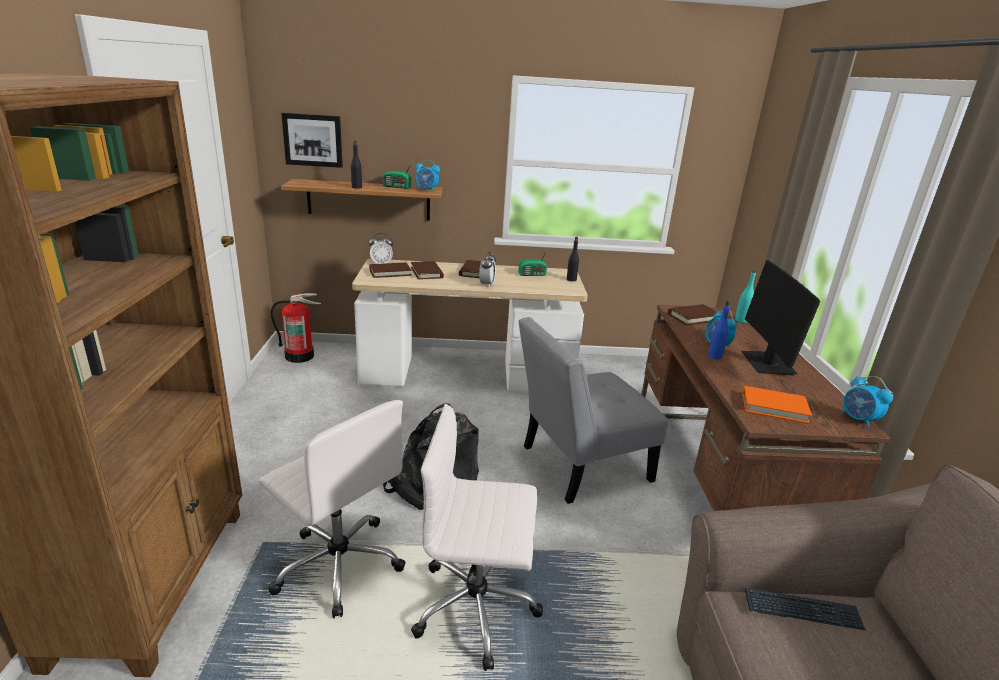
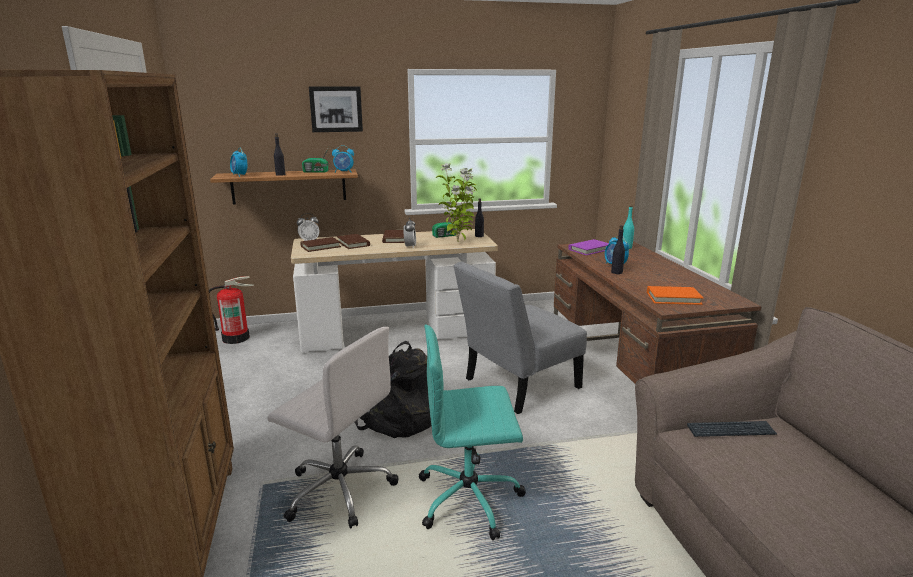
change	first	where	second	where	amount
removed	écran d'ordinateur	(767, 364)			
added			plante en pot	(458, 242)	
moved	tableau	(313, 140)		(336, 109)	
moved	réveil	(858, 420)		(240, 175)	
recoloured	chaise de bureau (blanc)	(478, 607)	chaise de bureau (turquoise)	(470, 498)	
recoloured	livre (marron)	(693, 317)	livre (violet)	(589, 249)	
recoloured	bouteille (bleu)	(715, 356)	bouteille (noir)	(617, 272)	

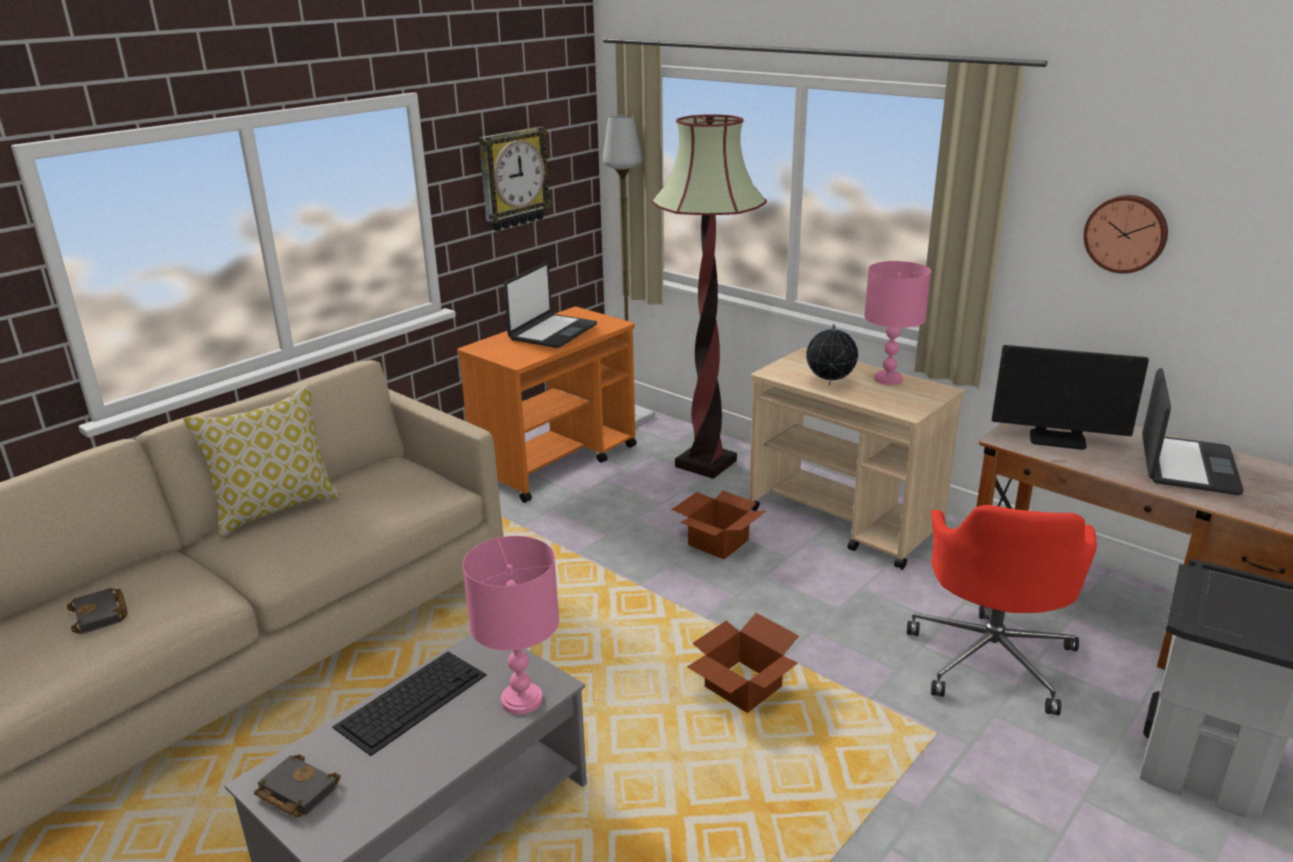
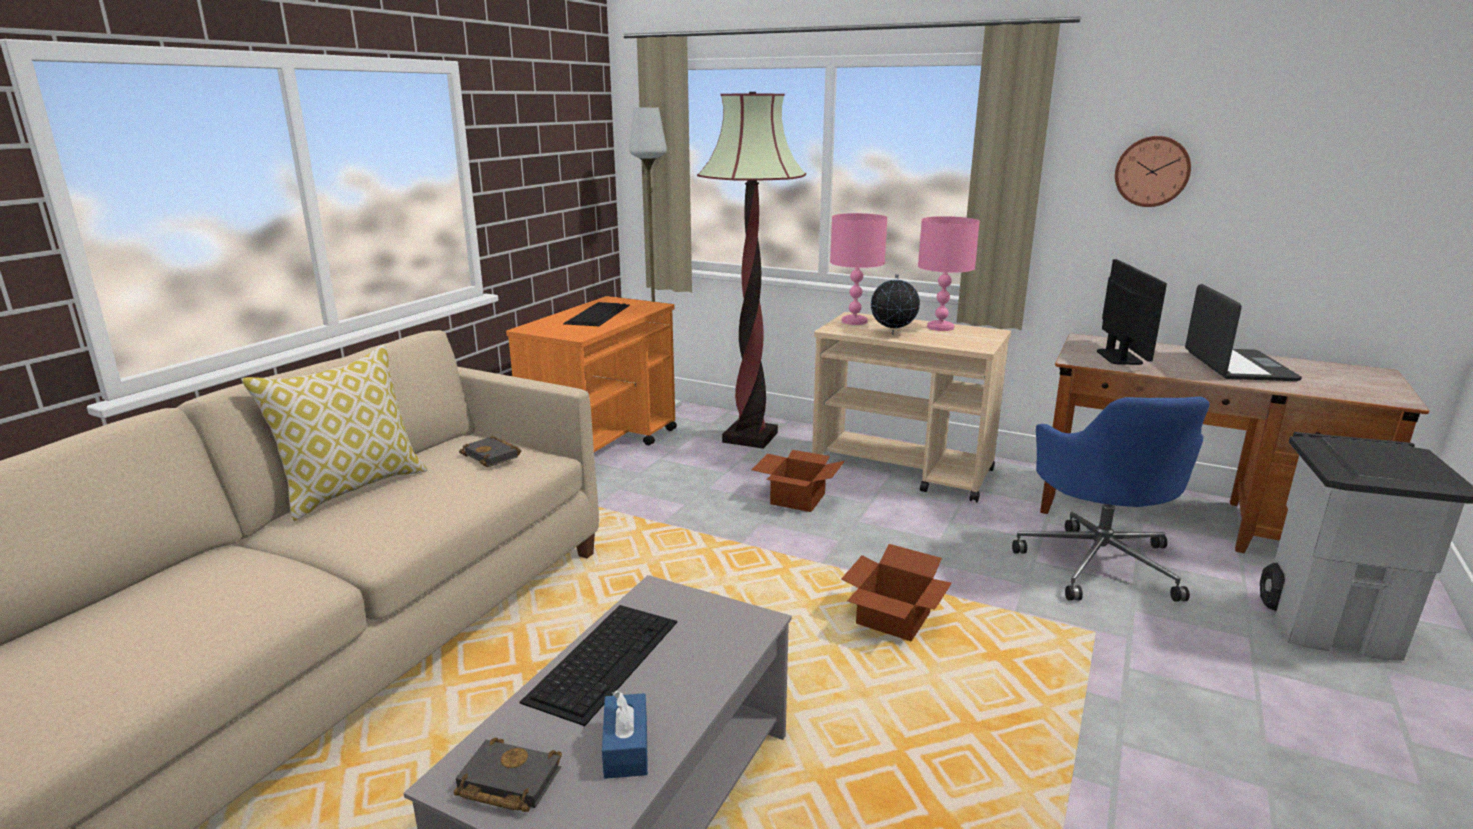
change	first	where	second	where	amount
removed	horloge murale	(513, 178)			
added			boîte à mouchoirs (bleu)	(626, 748)	
moved	livre (noir)	(101, 615)		(493, 456)	
moved	lampe de table (rose)	(521, 699)		(853, 321)	
replaced	ordinateur portable	(552, 332)	clavier	(597, 314)	
recoloured	chaise de bureau (rouge)	(992, 658)	chaise de bureau (bleu)	(1099, 563)	
turned	écran d'ordinateur	(1057, 439)		(1118, 357)	90 degrees counterclockwise

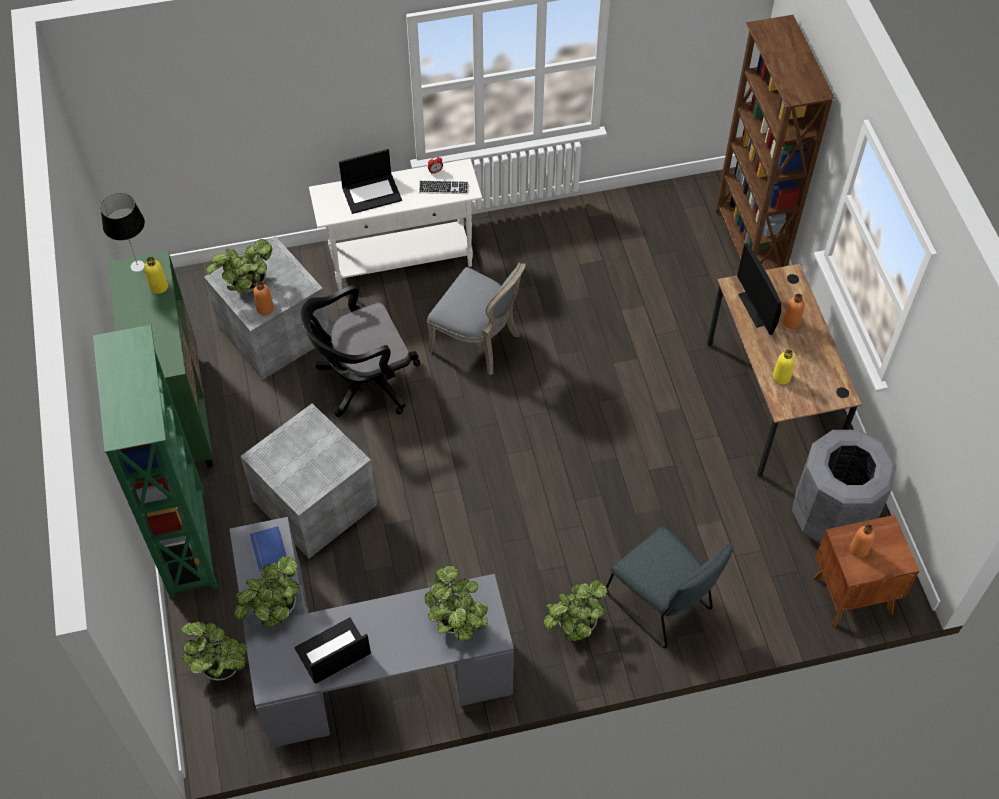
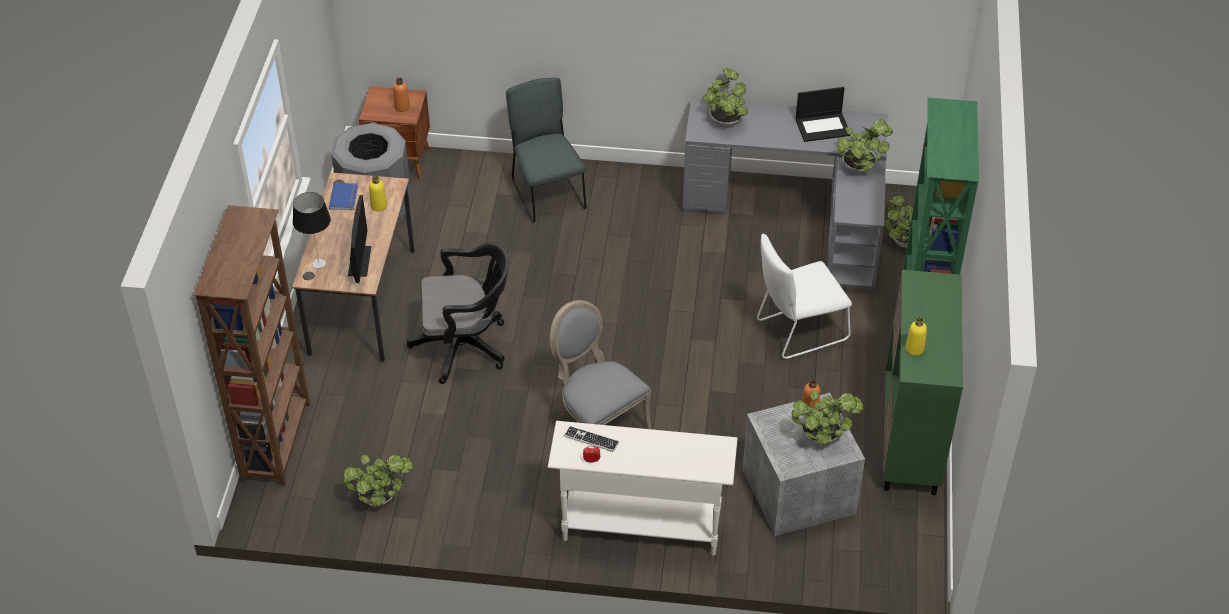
change	first	where	second	where	amount
removed	ordinateur portable	(372, 193)			
removed	bouteille (orange)	(791, 321)			
moved	lampe de table	(137, 266)		(319, 263)	
moved	livre (bleu)	(267, 550)		(345, 197)	
moved	chaise de bureau (noir)	(363, 382)		(466, 346)	
moved	plante en pot	(574, 625)		(381, 498)	
replaced	boîte de rangement (gris)	(317, 503)	chaise (blanc)	(798, 331)	

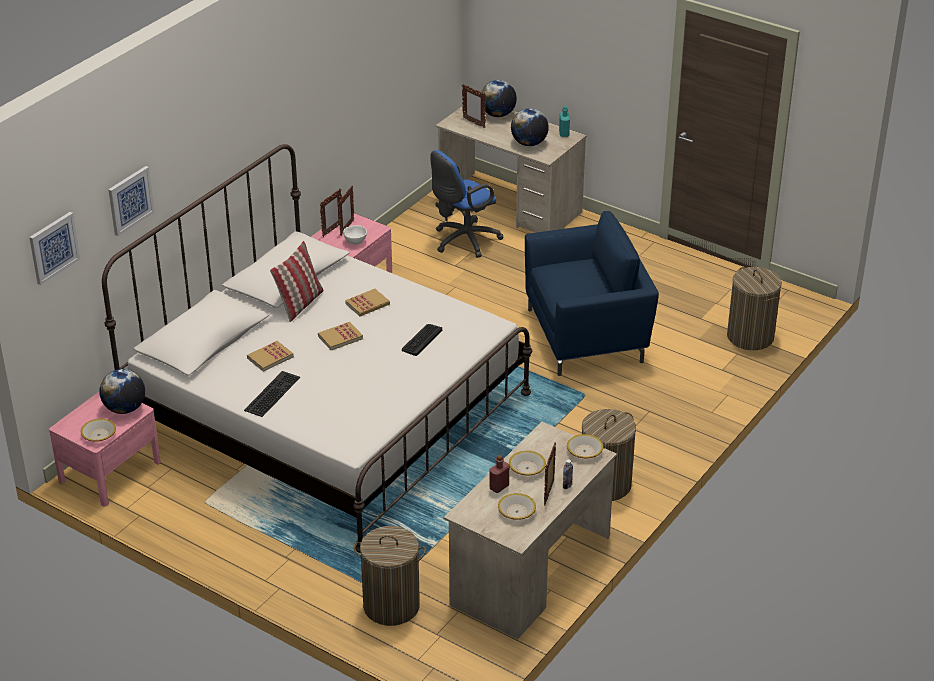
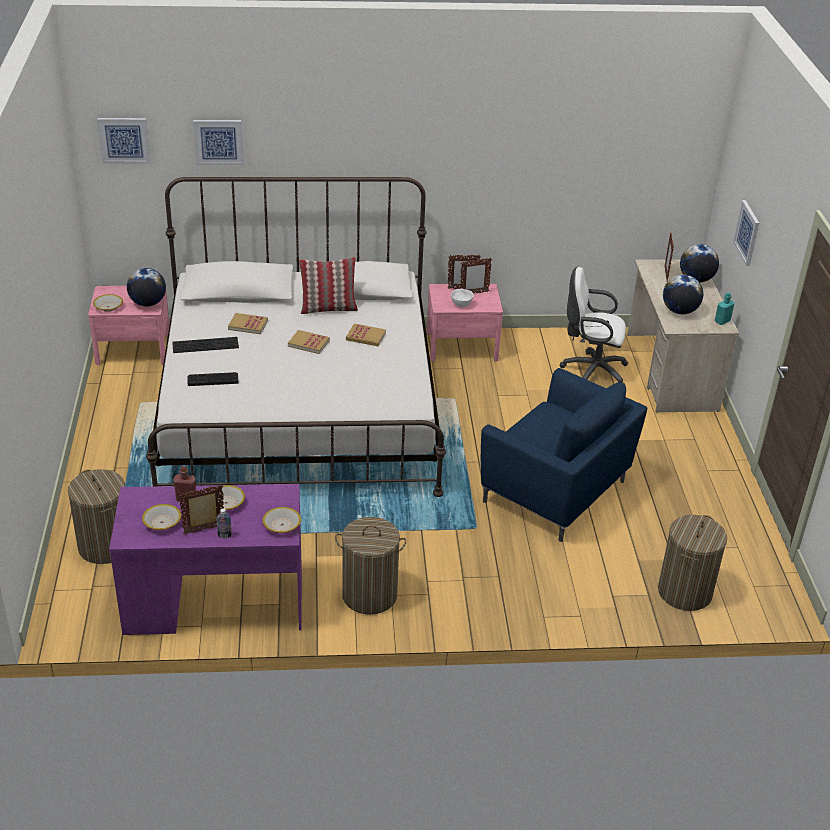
change	first	where	second	where	amount
added			tableau	(747, 232)	
moved	clavier	(421, 340)		(213, 379)	
recoloured	chaise de bureau (bleu)	(463, 241)	chaise de bureau (blanc)	(591, 371)	
recoloured	bureau (beige)	(530, 571)	bureau (violet)	(214, 603)	

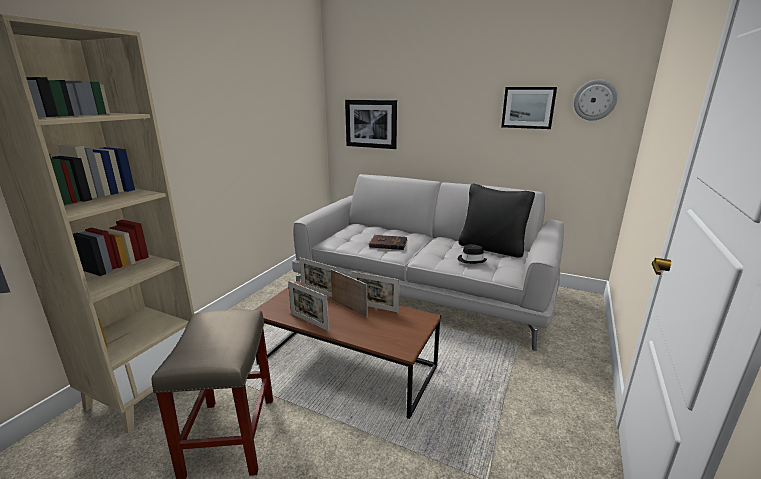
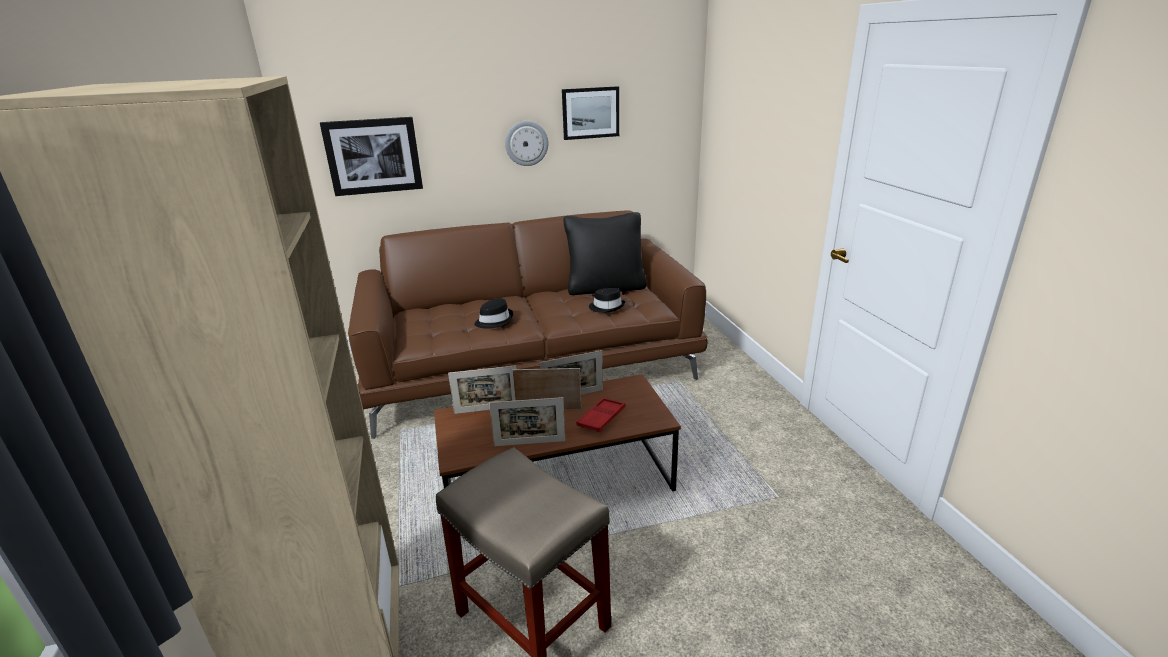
change	first	where	second	where	amount
added			plateau (rouge)	(601, 418)	
moved	horloge murale	(595, 100)		(526, 143)	
replaced	livre (marron)	(388, 244)	chapeau (noir)	(494, 320)	
recoloured	canapé (gris)	(425, 289)	canapé (marron)	(532, 365)	

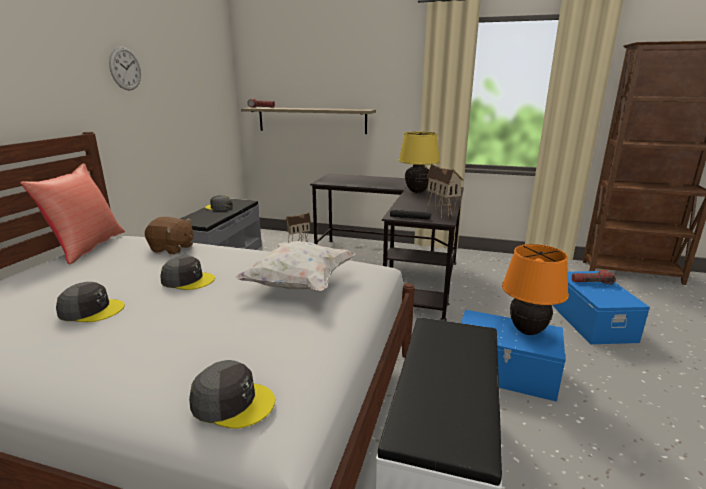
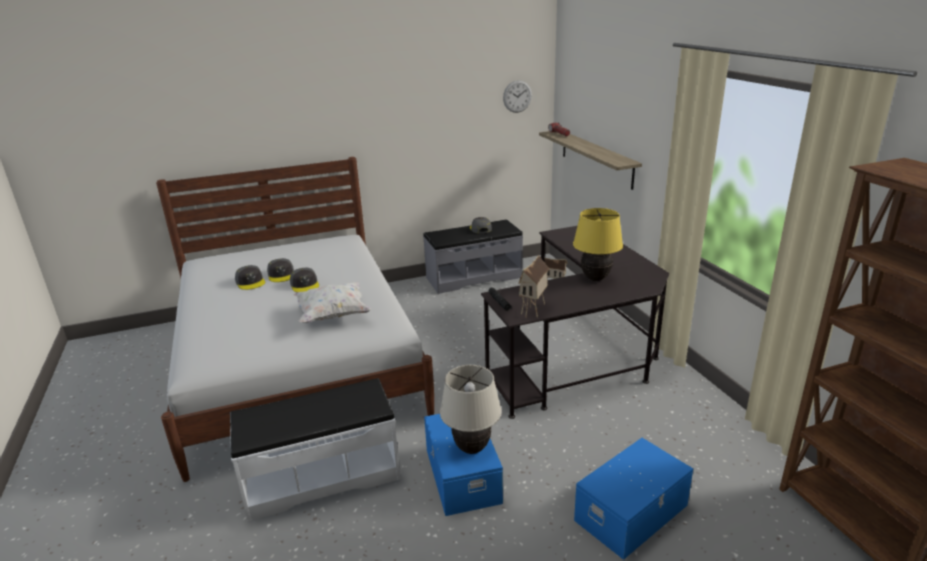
change	first	where	second	where	amount
removed	coussin (rouge)	(87, 246)			
removed	peluche (marron)	(172, 249)			
removed	lampe de poche	(592, 282)			
moved	horloge murale	(125, 68)		(517, 96)	
moved	casquette (gris)	(232, 402)		(281, 275)	
recoloured	lampe de table (orange)	(527, 331)	lampe de table (beige)	(472, 448)	

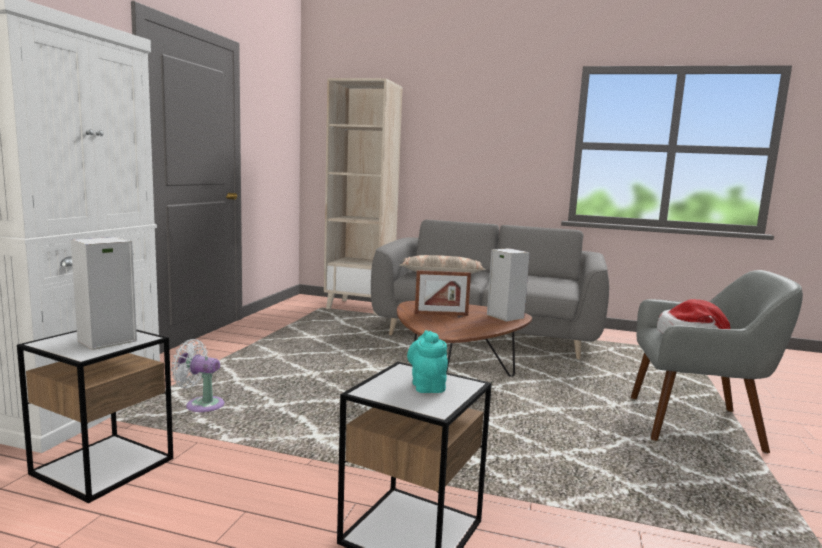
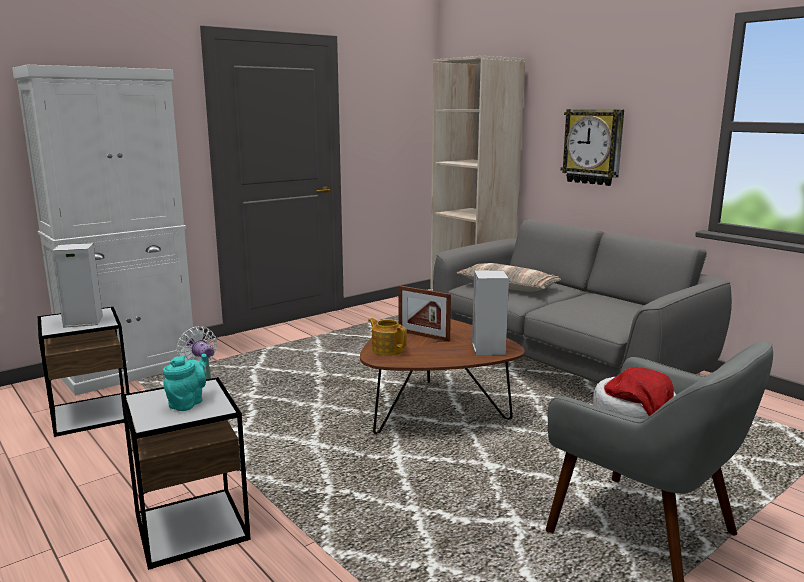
change	first	where	second	where	amount
added			théière	(387, 349)	
added			horloge murale	(593, 146)	

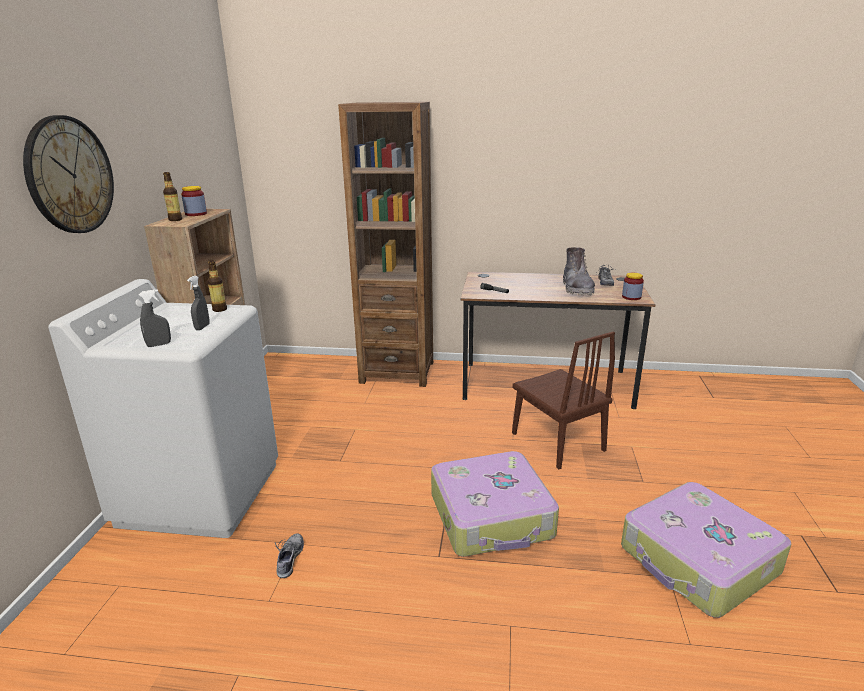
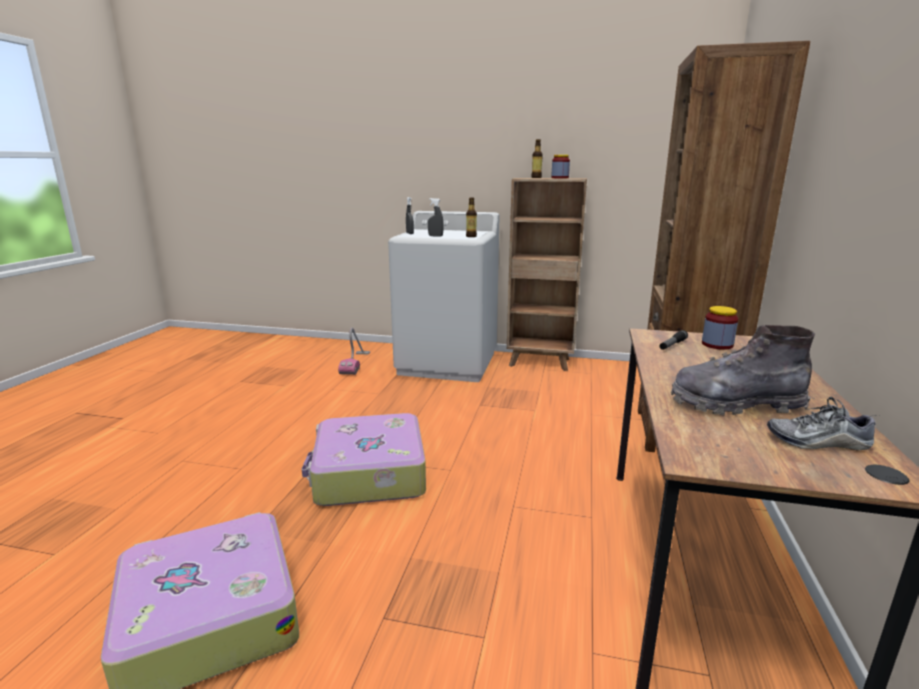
change	first	where	second	where	amount
removed	horloge murale	(69, 175)			
removed	chaussure	(290, 559)			
removed	chaise (marron)	(557, 441)			
added			aspirateur	(355, 363)	
moved	bocal	(631, 297)		(717, 345)	

